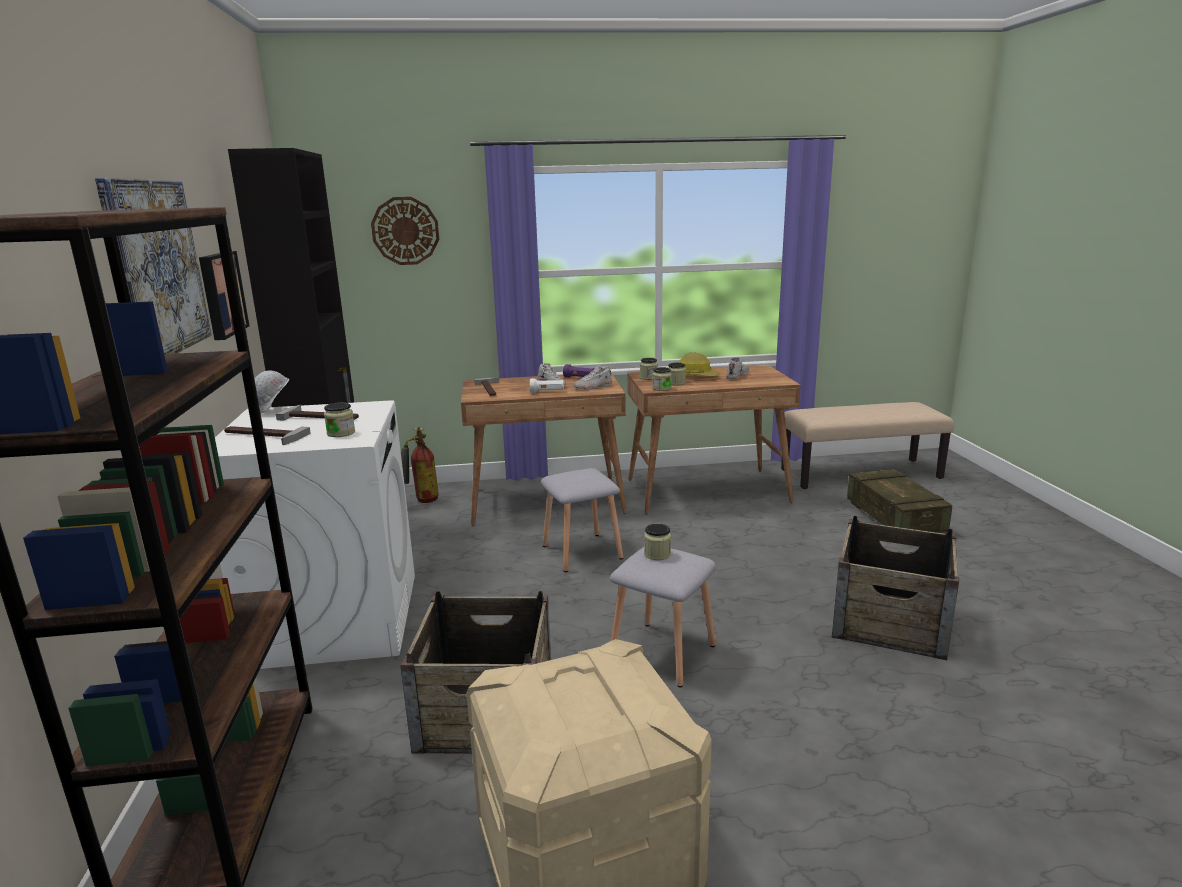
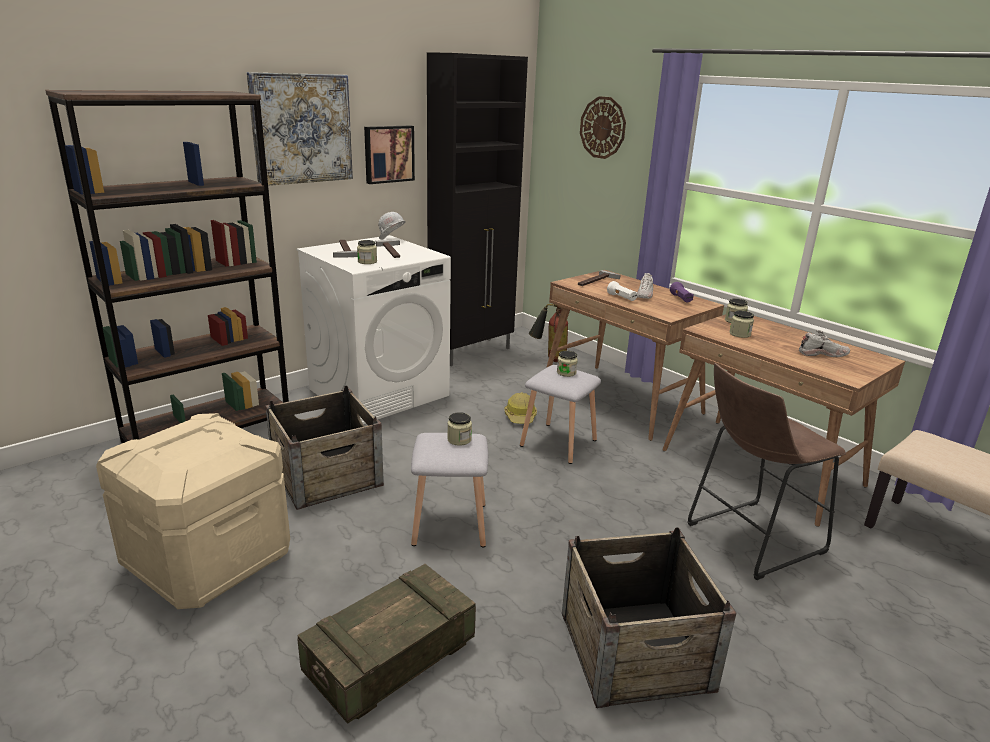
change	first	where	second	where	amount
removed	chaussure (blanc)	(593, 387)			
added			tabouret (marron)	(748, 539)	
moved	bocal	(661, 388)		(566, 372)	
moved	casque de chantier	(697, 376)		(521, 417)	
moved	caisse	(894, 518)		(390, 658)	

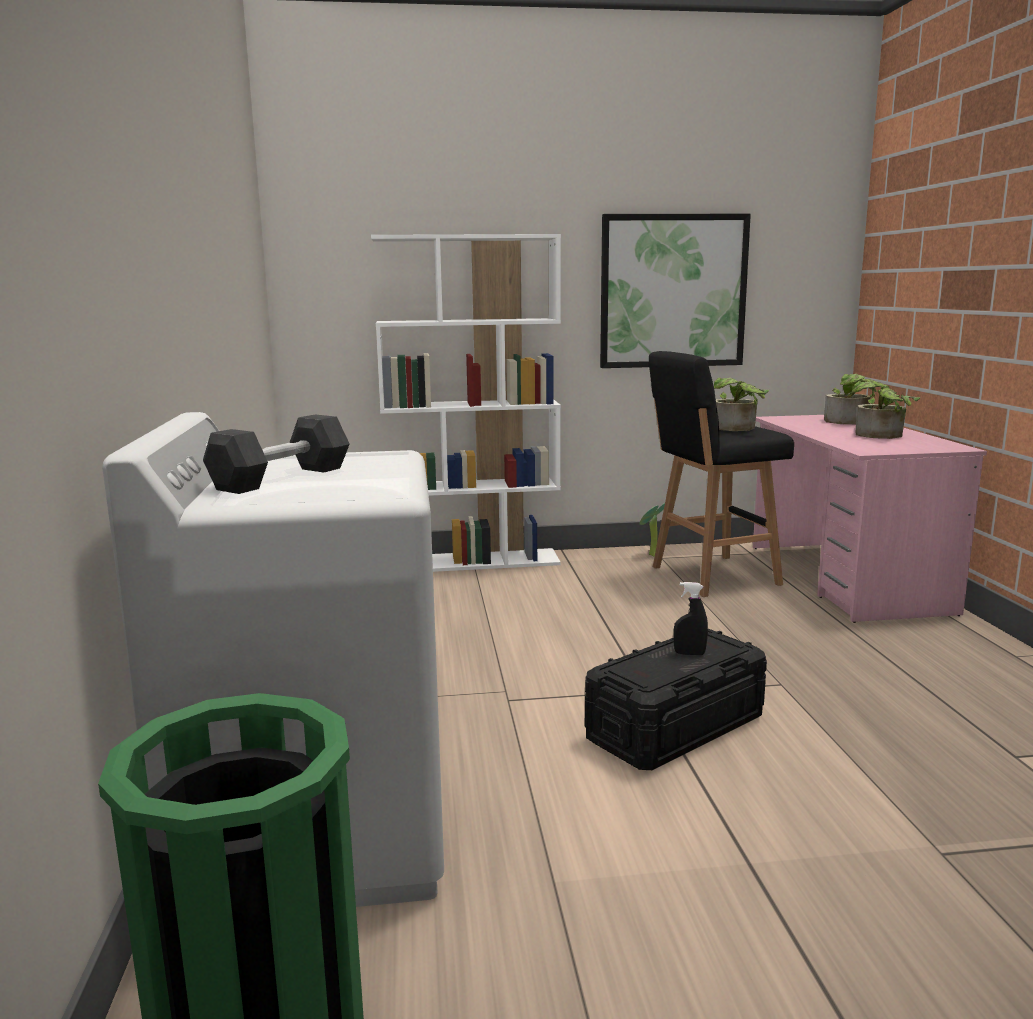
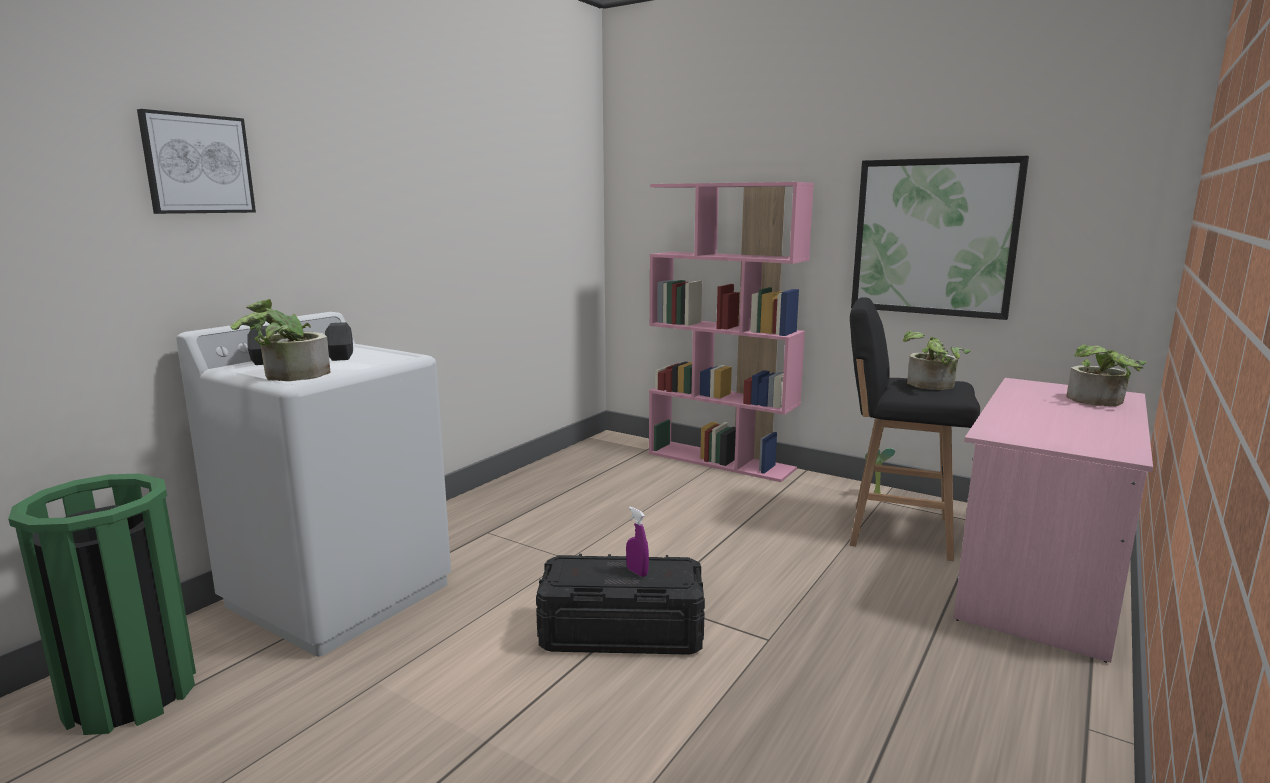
change	first	where	second	where	amount
added			tableau	(198, 164)	
moved	plante en pot	(879, 436)		(287, 375)	
recoloured	bibliothèque (blanc)	(474, 561)	bibliothèque (rose)	(721, 461)	
recoloured	vaporisateur (noir)	(689, 653)	vaporisateur (violet)	(637, 572)	

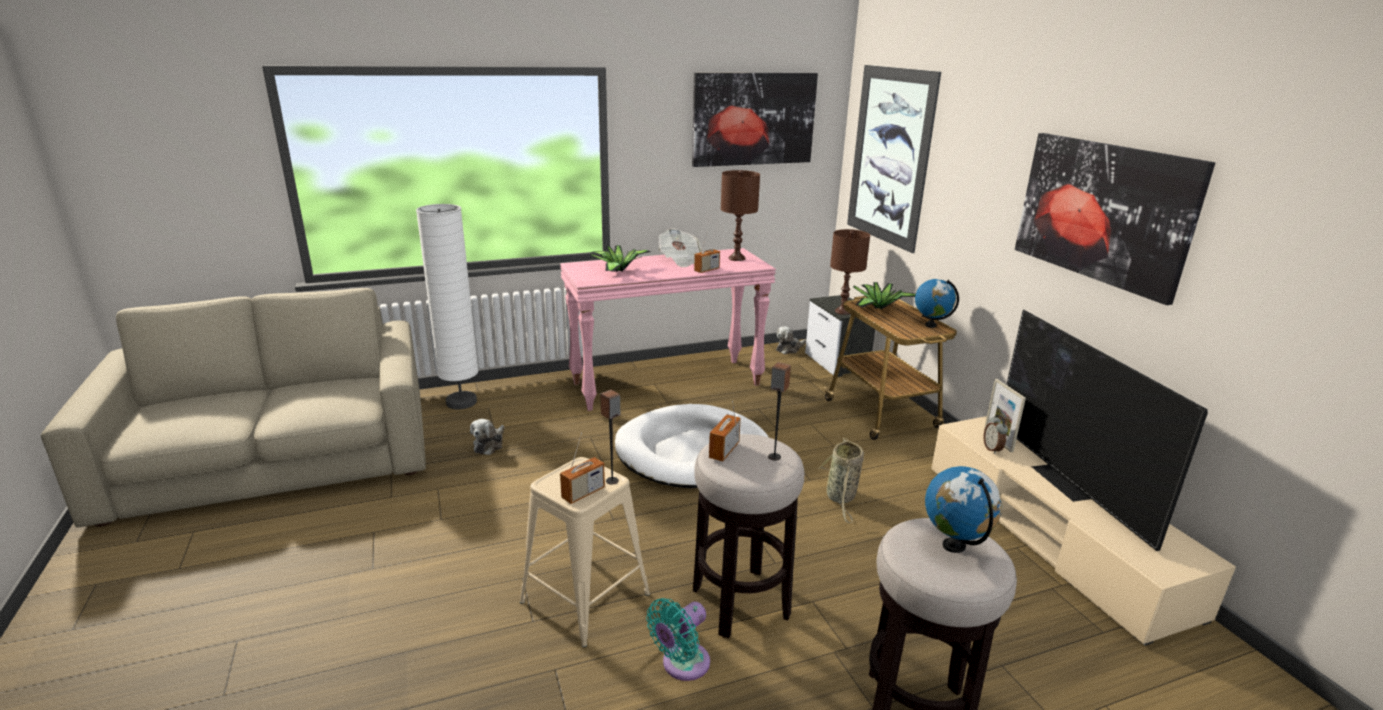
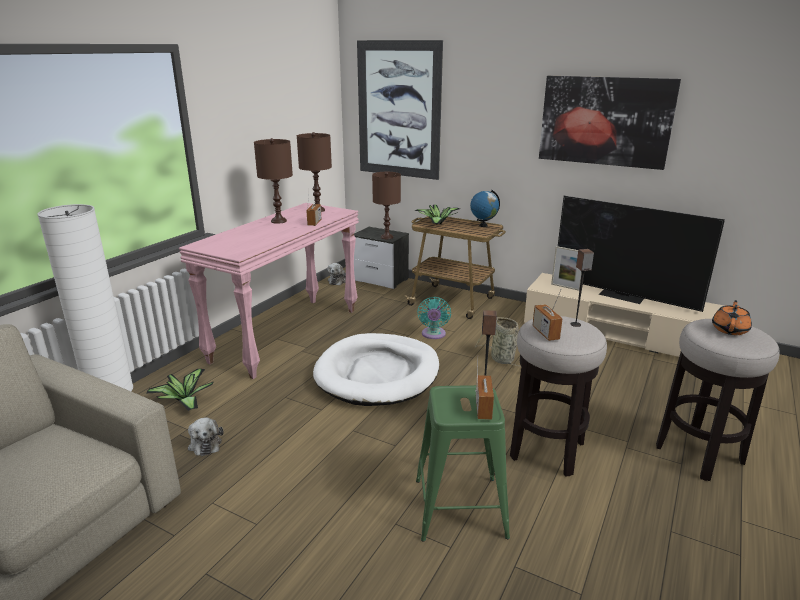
change	first	where	second	where	amount
removed	tableau	(753, 119)			
removed	réveil	(992, 449)			
moved	plante en pot	(618, 270)		(184, 400)	
moved	ventilateur (turquoise)	(682, 665)		(433, 335)	
replaced	journal	(680, 260)	lampe de table (marron)	(279, 221)	
replaced	globe	(954, 546)	théière (orange)	(729, 329)	
recoloured	tabouret (beige)	(585, 598)	tabouret (vert)	(460, 508)	

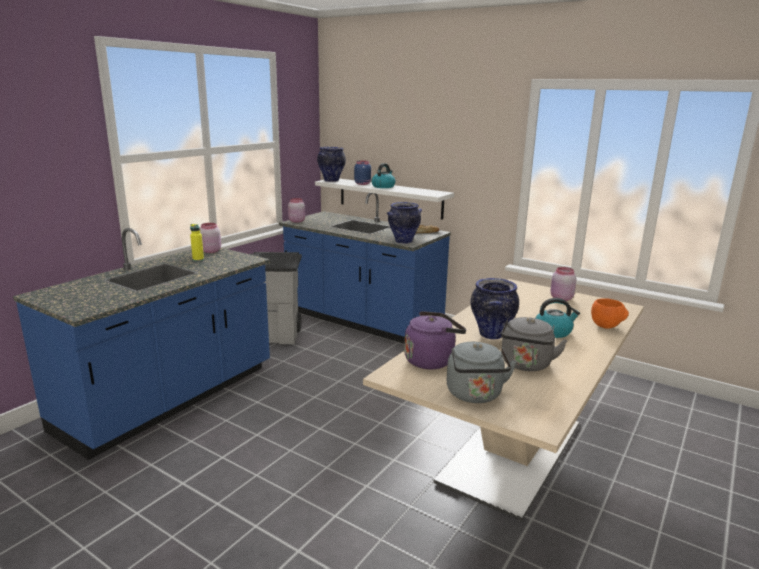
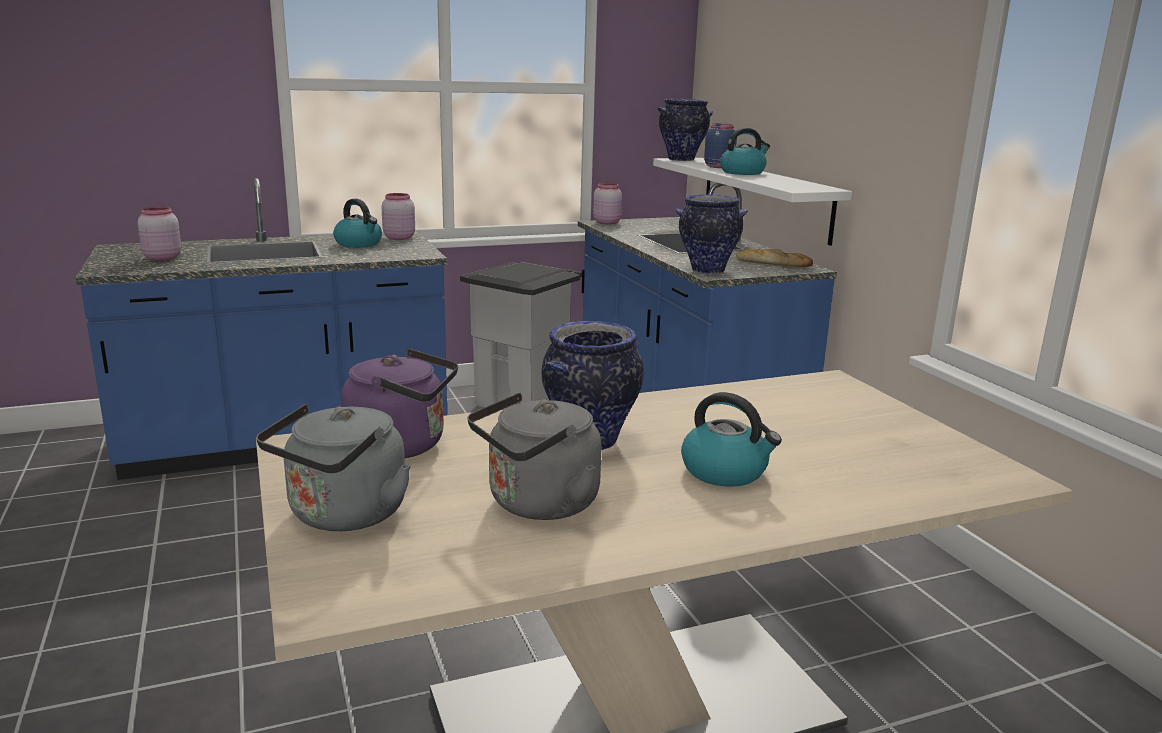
change	first	where	second	where	amount
removed	bol (orange)	(606, 327)			
moved	bocal (rose)	(560, 298)		(161, 258)	
replaced	bouteille (jaune)	(198, 259)	bouilloire	(359, 244)	

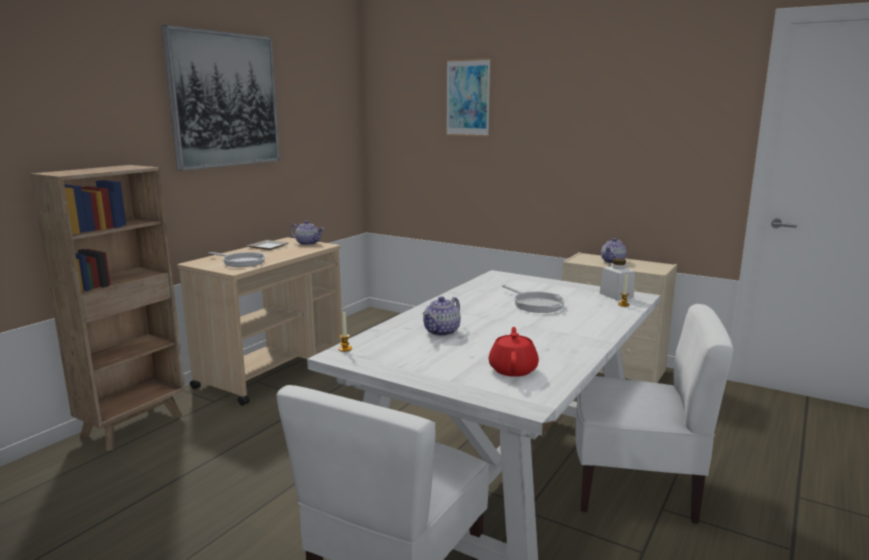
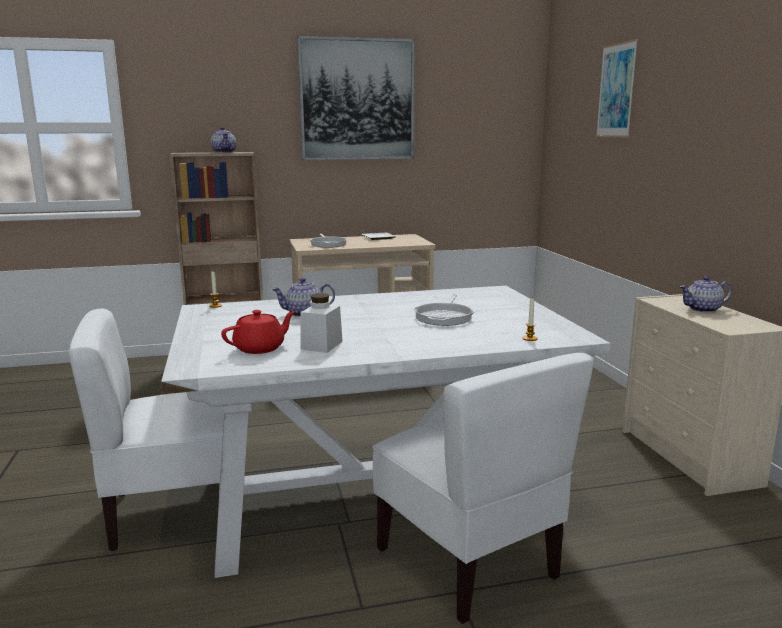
change	first	where	second	where	amount
moved	théière	(308, 243)		(224, 152)	
moved	bocal (blanc)	(616, 295)		(321, 345)	

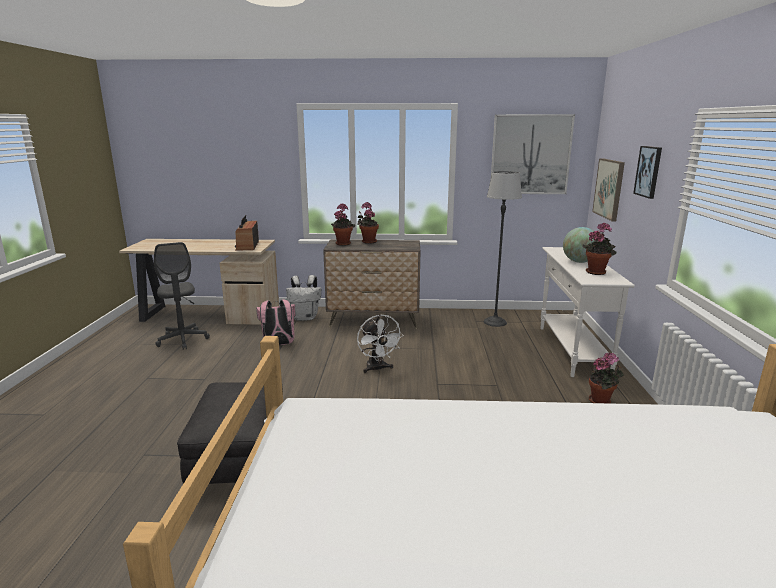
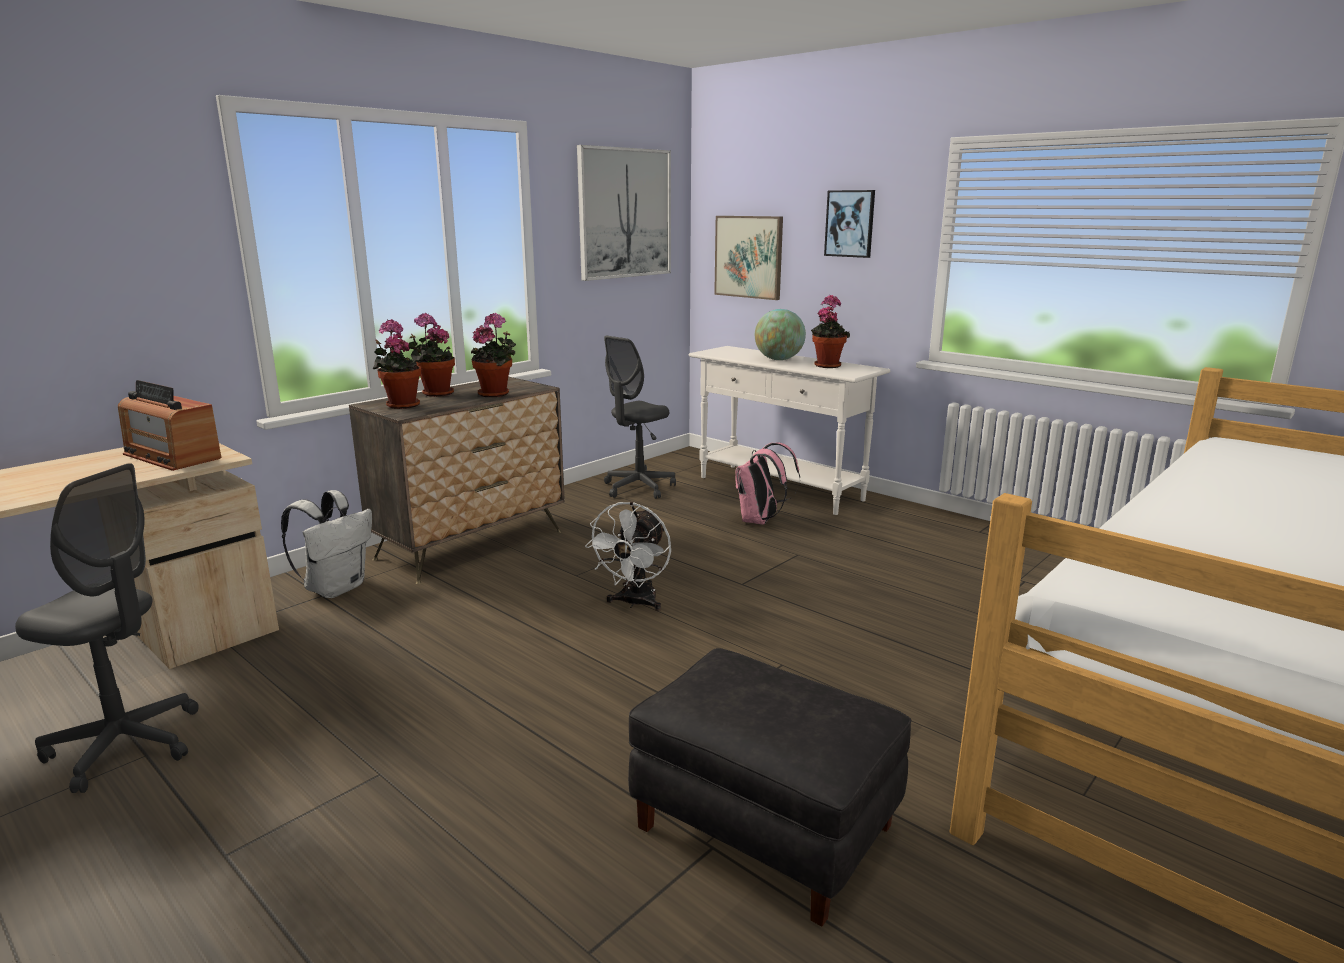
change	first	where	second	where	amount
moved	sac à dos (rose)	(278, 344)		(761, 521)	
moved	plante en pot	(601, 402)		(496, 394)	
replaced	lampadaire	(495, 322)	chaise de bureau (gris)	(638, 488)	
turned	ventilateur (blanc)	(377, 369)		(635, 603)	90 degrees clockwise

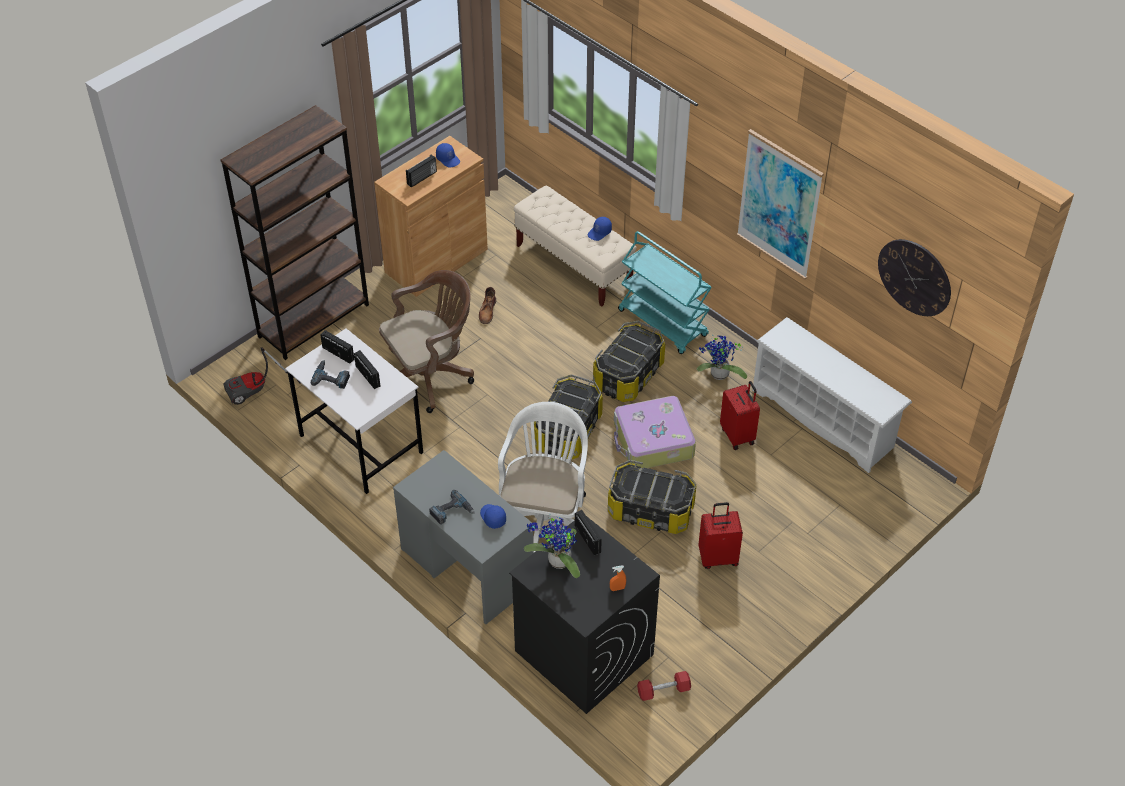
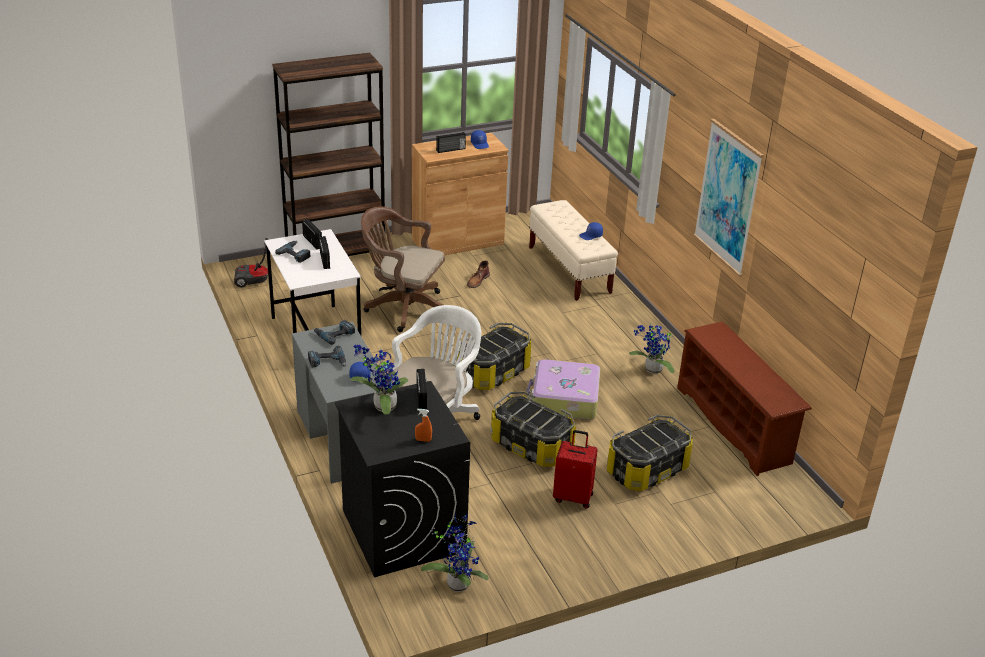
change	first	where	second	where	amount
removed	chariot (turquoise)	(663, 323)			
removed	valise (rouge)	(738, 435)			
removed	horloge murale	(914, 277)			
added			perceuse	(334, 334)	
moved	boîte de rangement	(629, 375)		(647, 470)	
replaced	haltère (rouge)	(663, 690)	plante en pot	(458, 582)	
recoloured	étagère à chaussures (blanc)	(824, 419)	étagère à chaussures (marron)	(734, 425)	
turned	chaise de bureau (marron)	(430, 375)		(403, 307)	150 degrees counterclockwise

